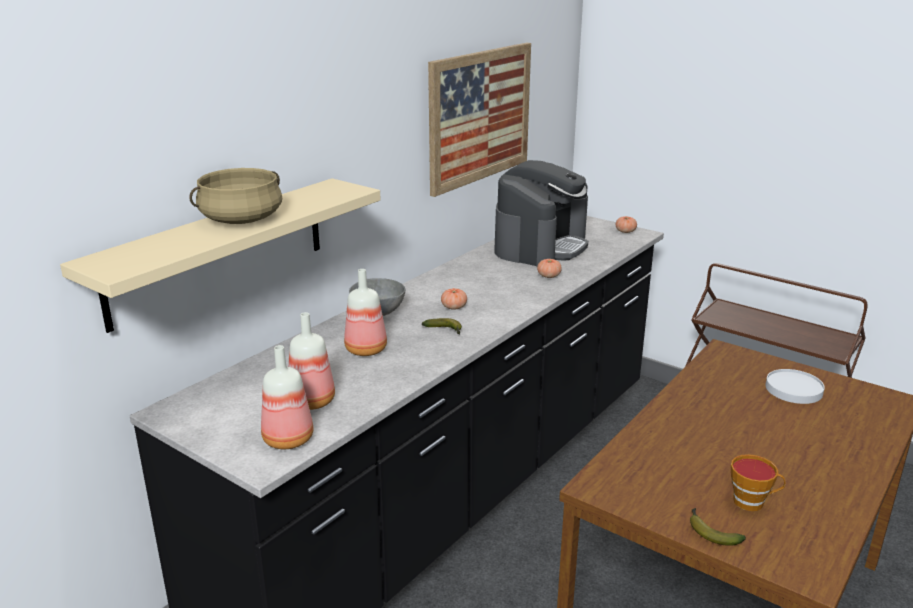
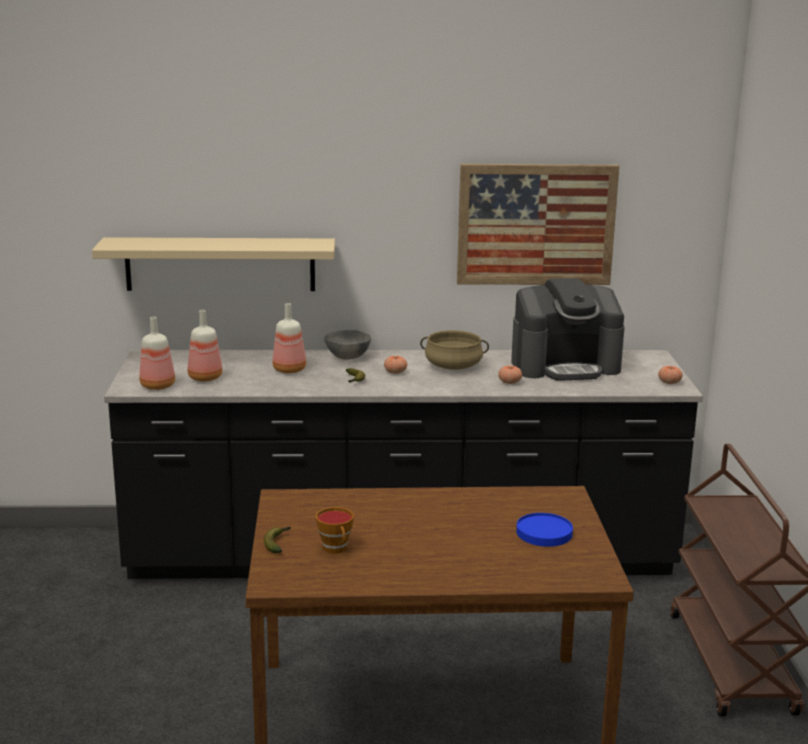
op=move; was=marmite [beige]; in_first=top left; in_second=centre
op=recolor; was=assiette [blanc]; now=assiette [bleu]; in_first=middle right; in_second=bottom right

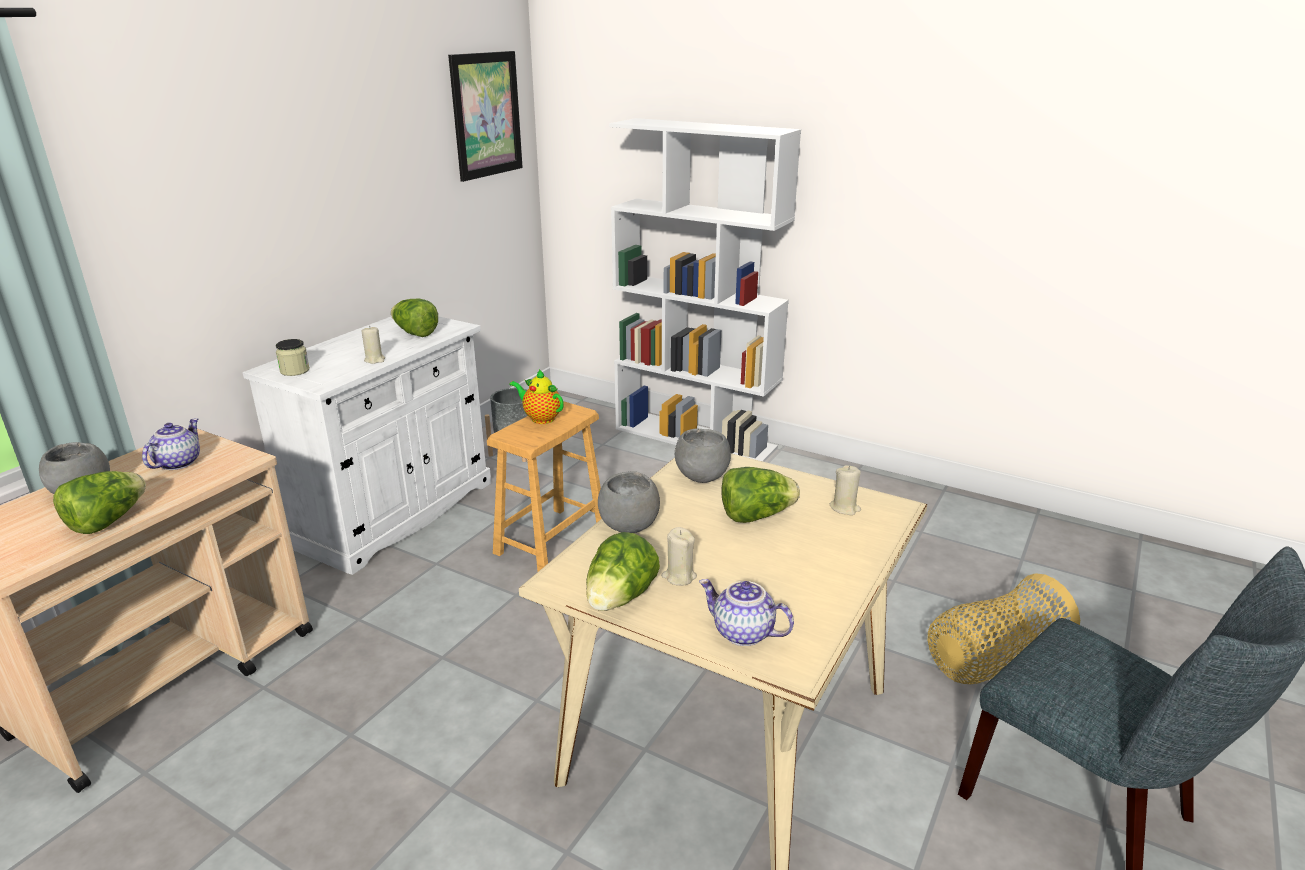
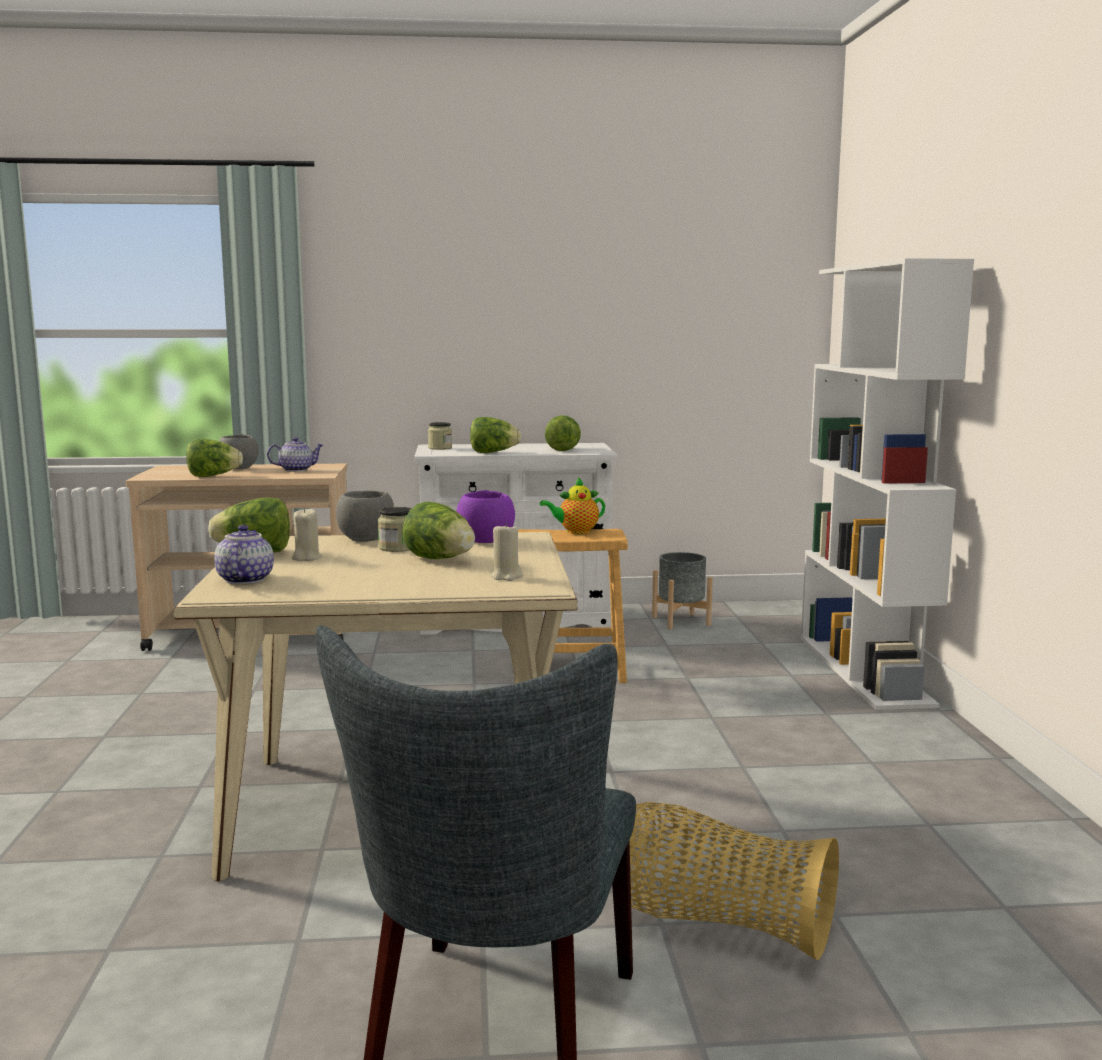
op=delete; was=tableau; in_first=top centre
op=insert; now=bocal (1st from left); in_second=centre
op=replace; was=bougie [beige] (1st from left); now=laitue (4th from left); in_first=middle left; in_second=centre
op=recolor; was=bol [gris] (3rd from left); now=bol [violet]; in_first=centre; in_second=centre
op=rotate; was=théière (2nd from left in the first image); in_first=centre; in_second=centre; clockwise=-105

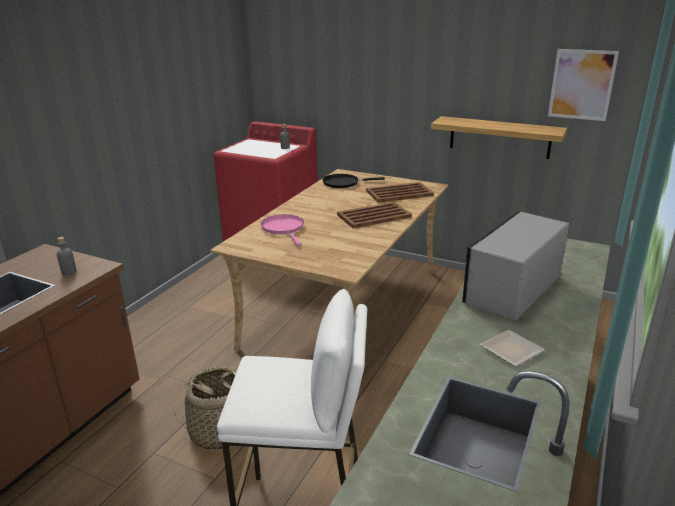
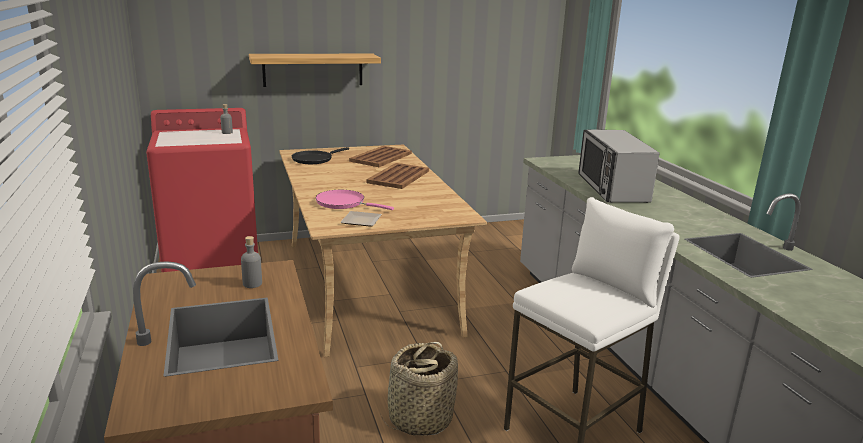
op=delete; was=tableau; in_first=top right
op=move; was=étagère; in_first=top right; in_second=top centre
op=move; was=assiette; in_first=bottom right; in_second=centre

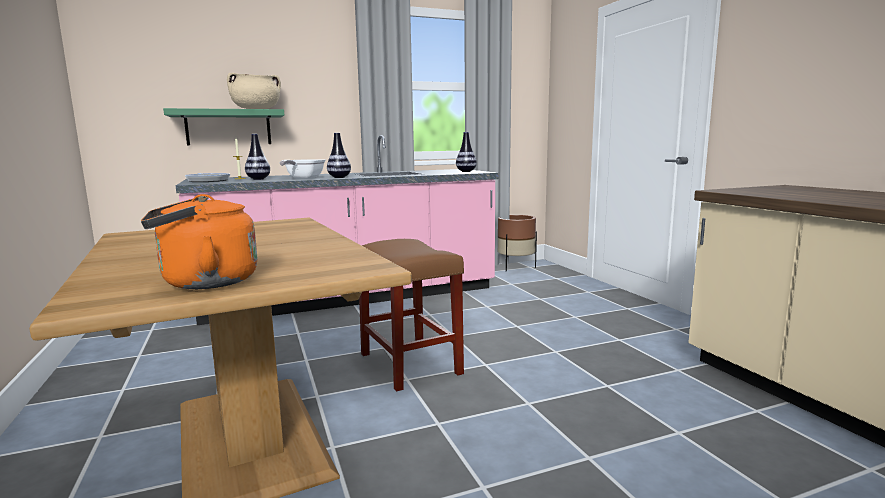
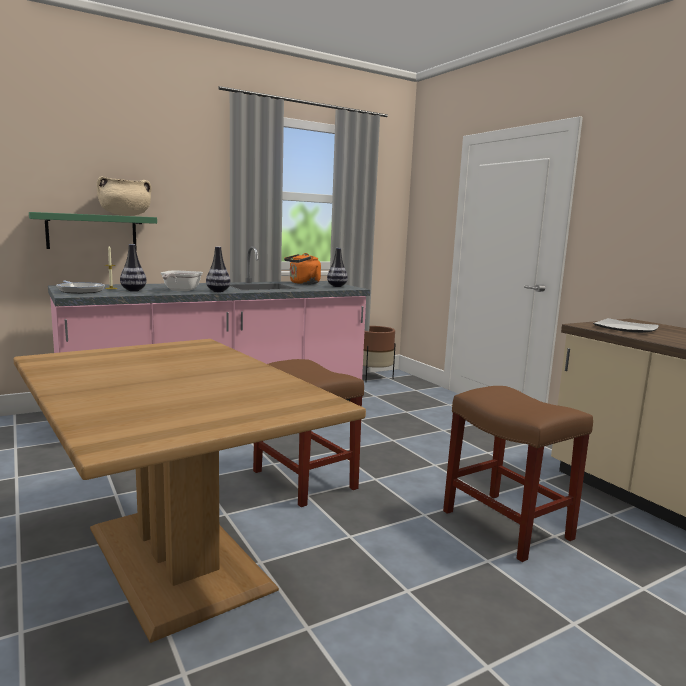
op=insert; now=tabouret [marron] (2nd from left); in_second=bottom right
op=insert; now=assiette; in_second=middle right
op=move; was=bouilloire [orange]; in_first=middle left; in_second=centre

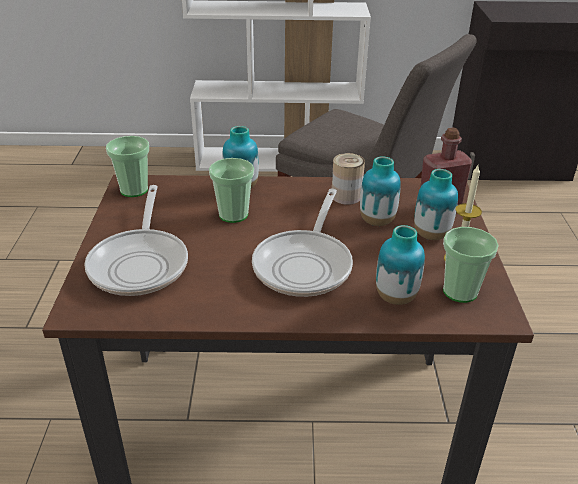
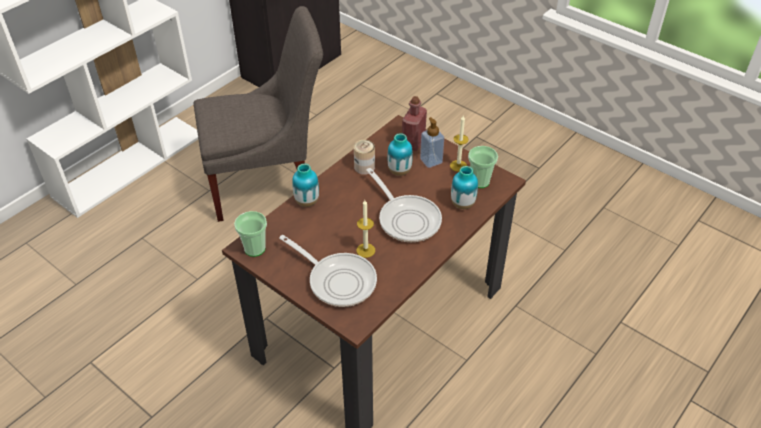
op=delete; was=tasse (2nd from left); in_first=centre
op=insert; now=bougie (1st from left); in_second=centre
op=replace; was=vase (4th from left); now=distributeur de savon; in_first=middle right; in_second=top centre

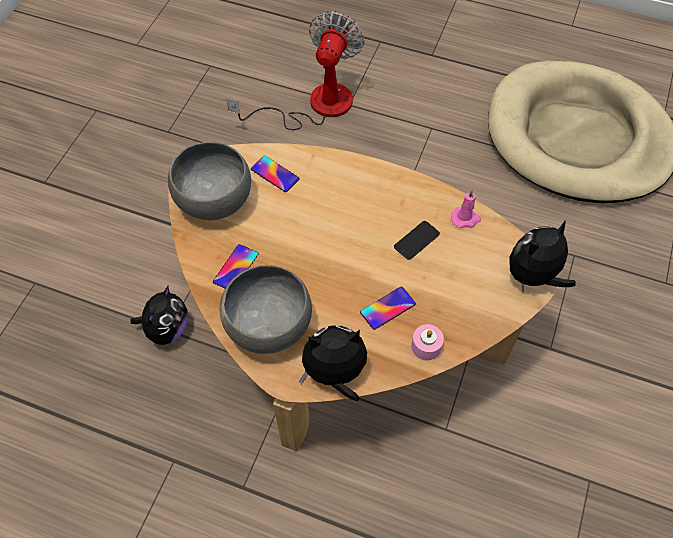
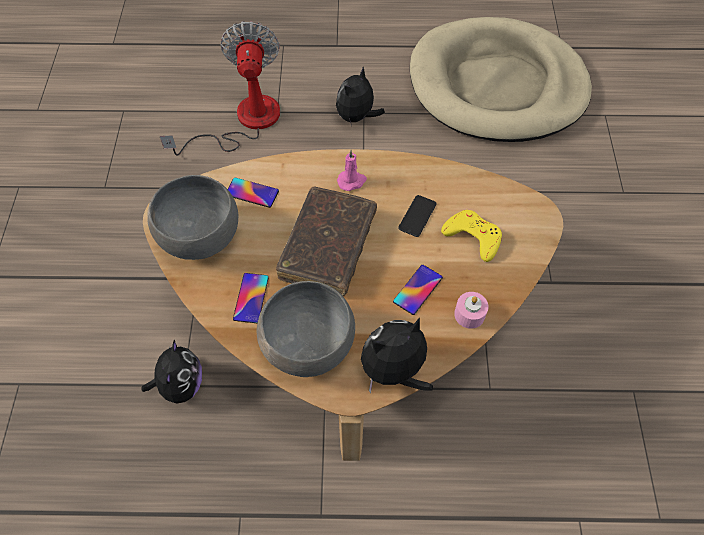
op=insert; now=livre [marron]; in_second=centre
op=insert; now=manette [jaune]; in_second=middle right
op=move; was=bougie [rose] (2nd from left in the first image); now=bougie [rose] (1st from left); in_first=middle right; in_second=top centre
op=move; was=peluche (3rd from left in the first image); now=peluche (2nd from left); in_first=middle right; in_second=top centre

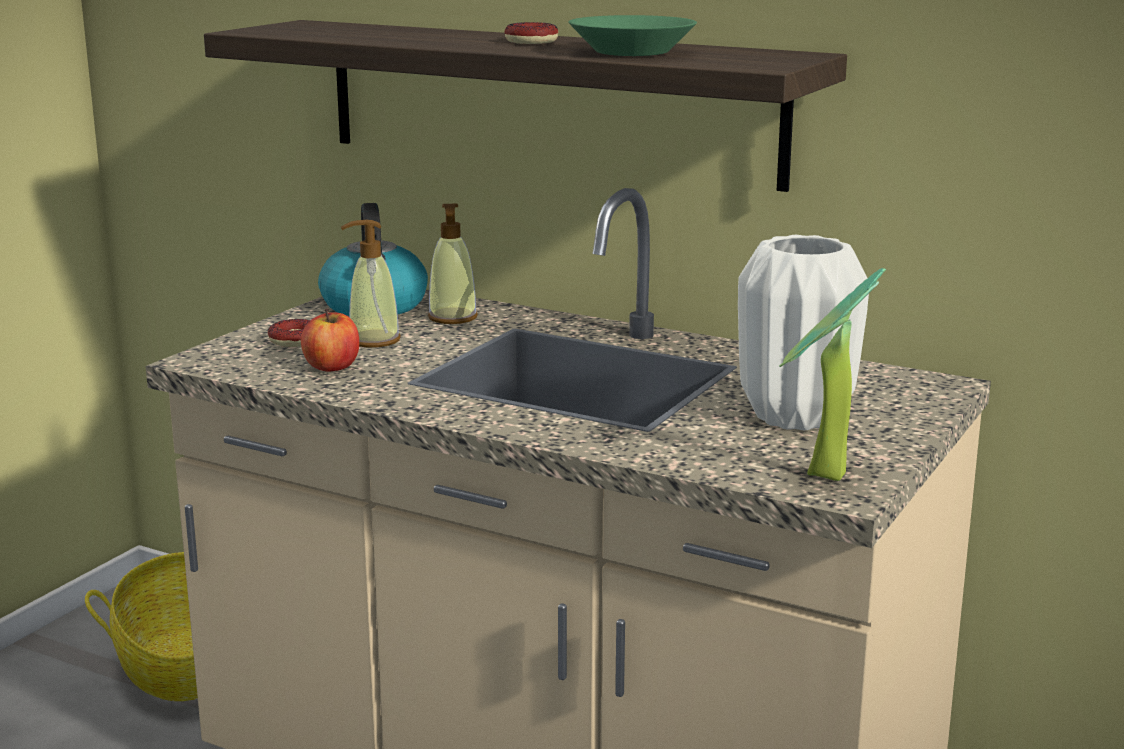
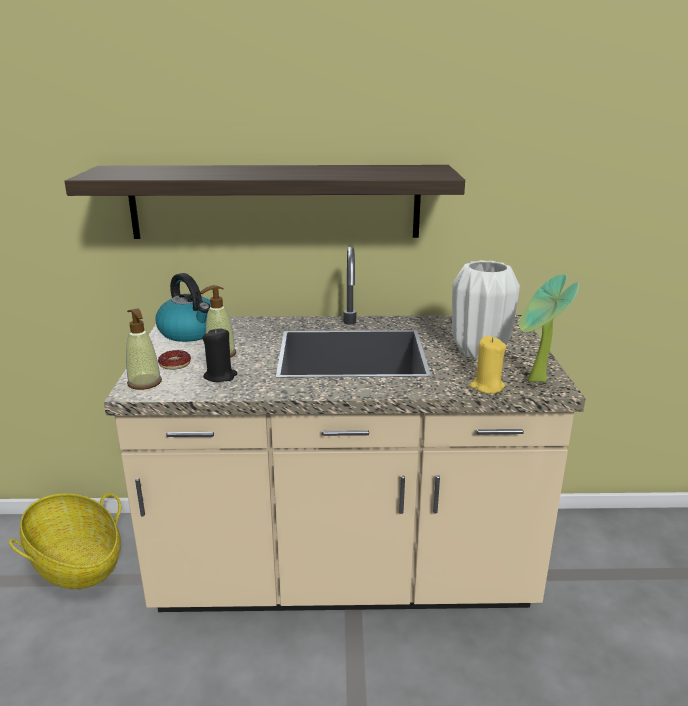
op=delete; was=beignet (2nd from left); in_first=top centre
op=delete; was=bol [vert]; in_first=top centre
op=insert; now=bougie [jaune]; in_second=middle right
op=move; was=distributeur de savon (2nd from left in the first image); now=distributeur de savon (1st from left); in_first=centre; in_second=middle left
op=replace; was=pomme; now=bougie [noir]; in_first=middle left; in_second=middle left

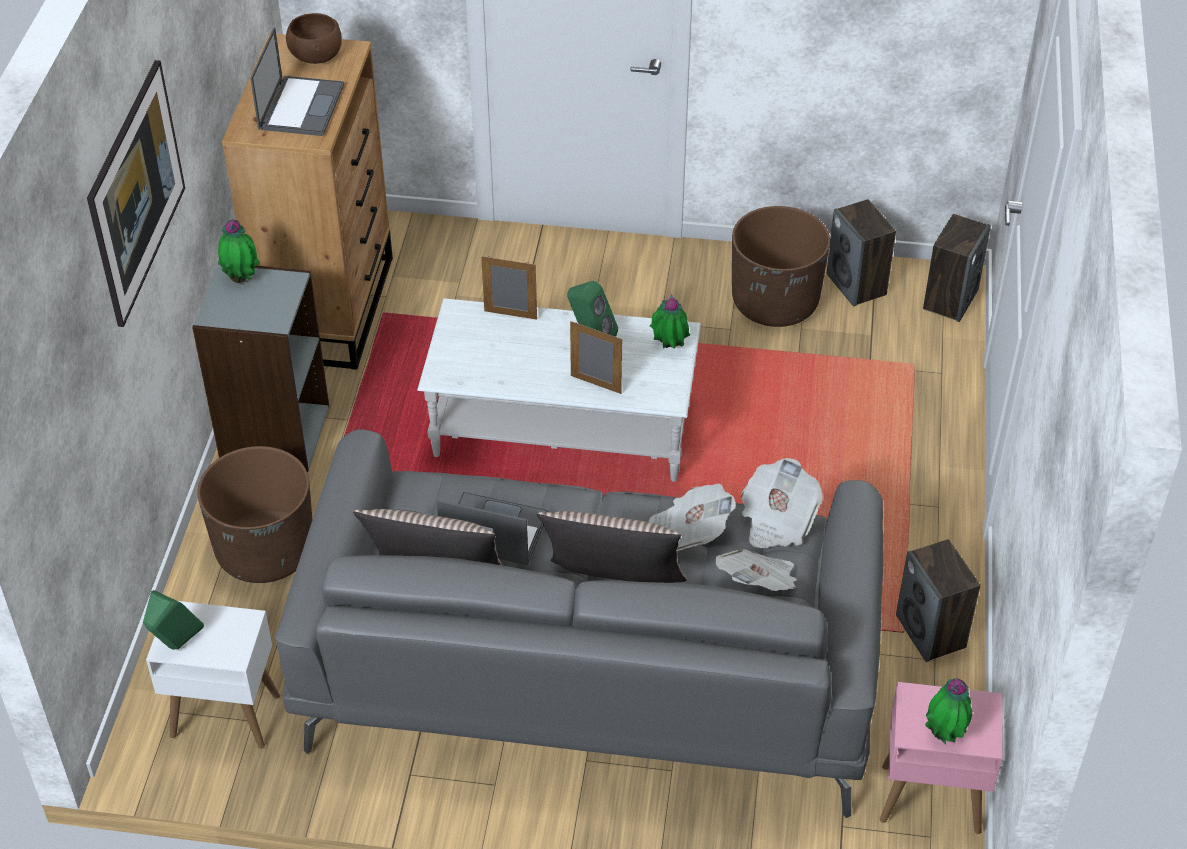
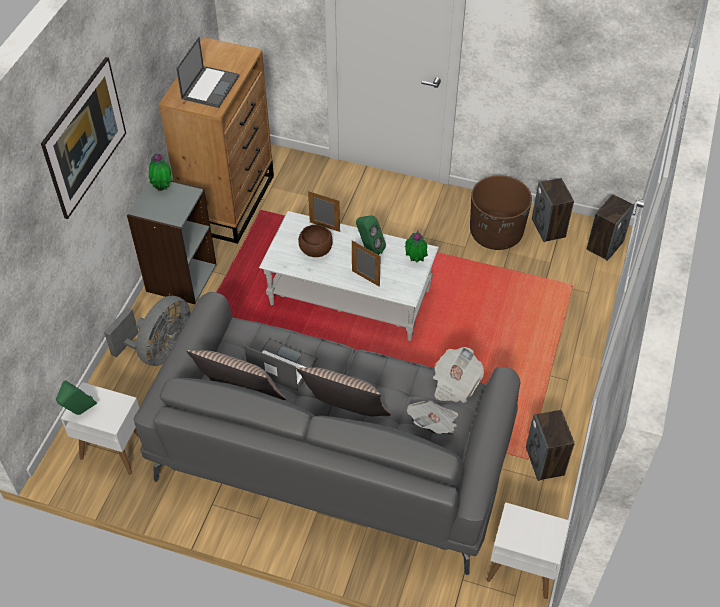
op=delete; was=journal (1st from left); in_first=centre
op=delete; was=plante en pot (3rd from left); in_first=bottom right
op=move; was=bol [marron]; in_first=top left; in_second=centre
op=replace; was=cache-pot [marron] (1st from left); now=ventilateur [gris]; in_first=middle left; in_second=middle left
op=recolor; was=table d'appoint [rose]; now=table d'appoint [blanc] (2nd from left); in_first=bottom right; in_second=bottom right

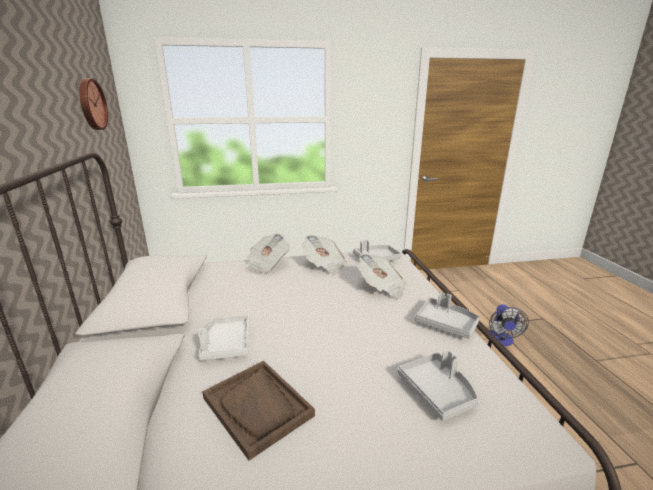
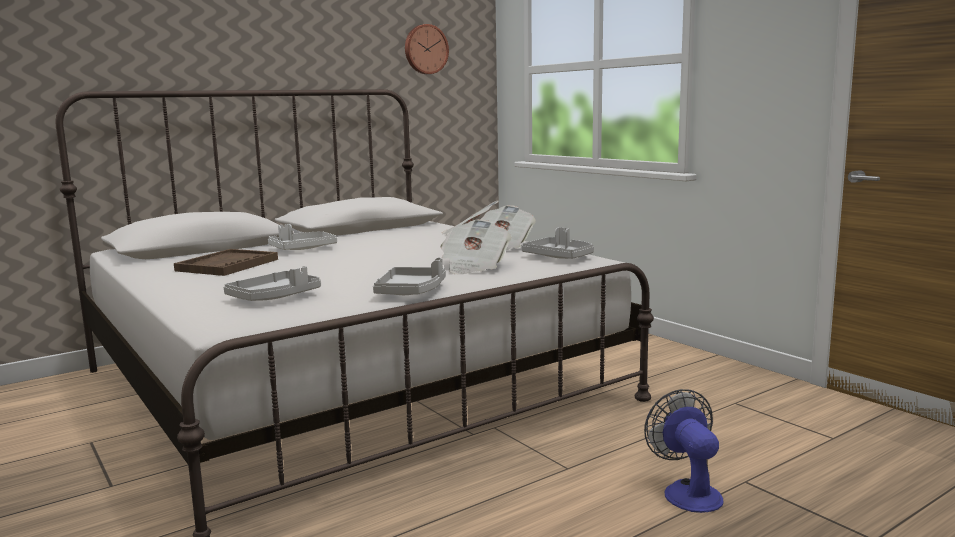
op=rotate; was=ventilateur; in_first=middle right; in_second=bottom right; clockwise=90

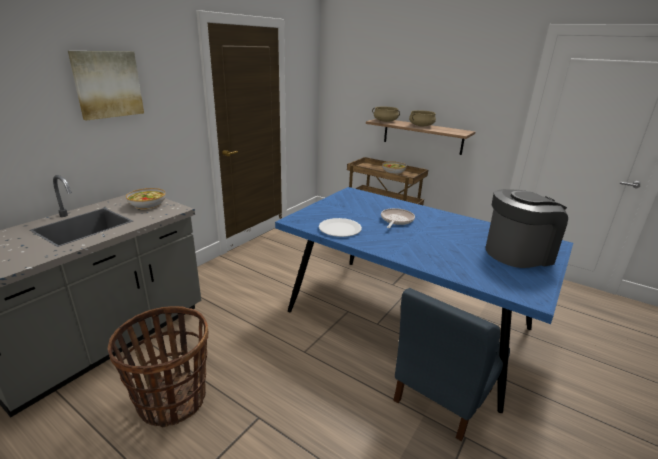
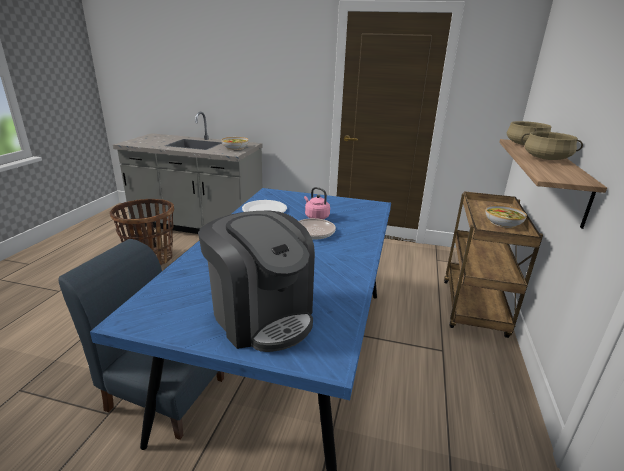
op=delete; was=tableau; in_first=top left
op=insert; now=bouilloire [rose]; in_second=centre

